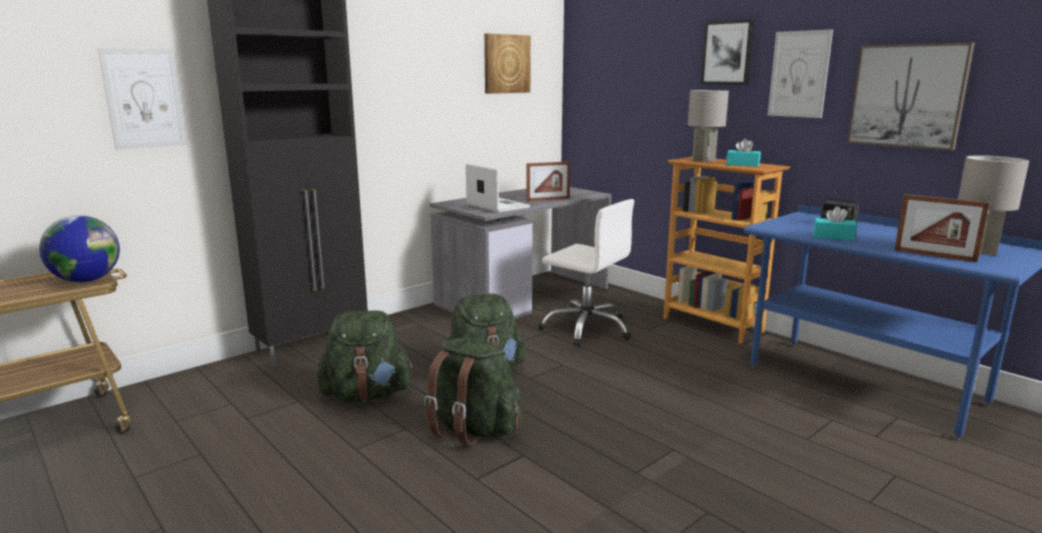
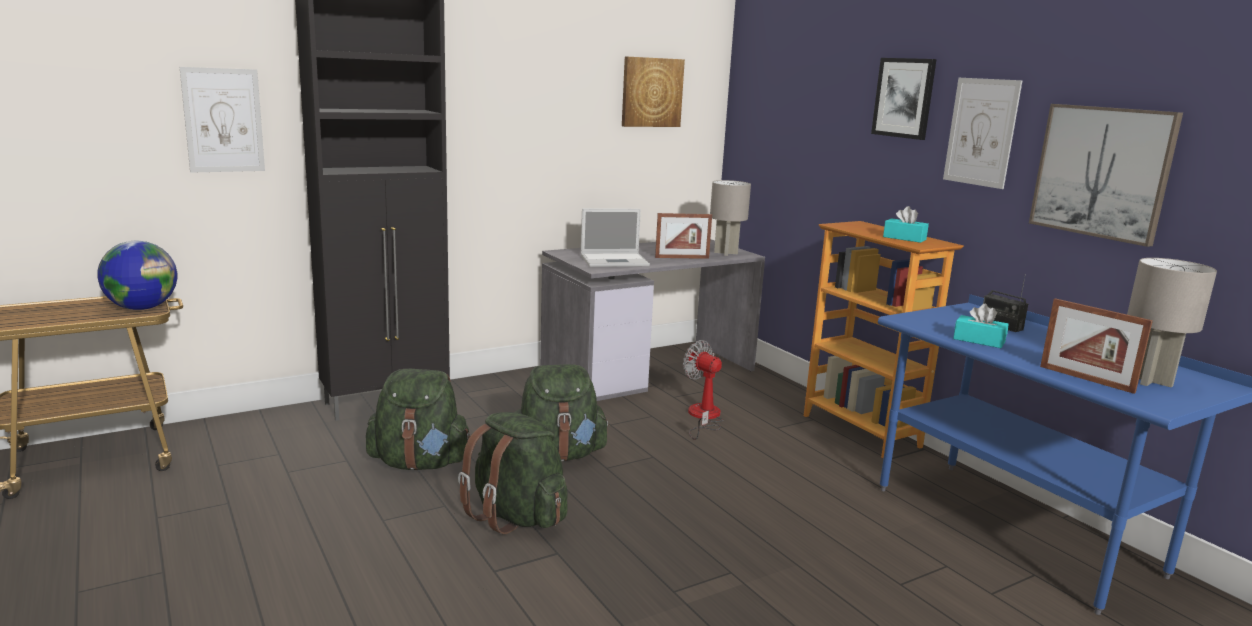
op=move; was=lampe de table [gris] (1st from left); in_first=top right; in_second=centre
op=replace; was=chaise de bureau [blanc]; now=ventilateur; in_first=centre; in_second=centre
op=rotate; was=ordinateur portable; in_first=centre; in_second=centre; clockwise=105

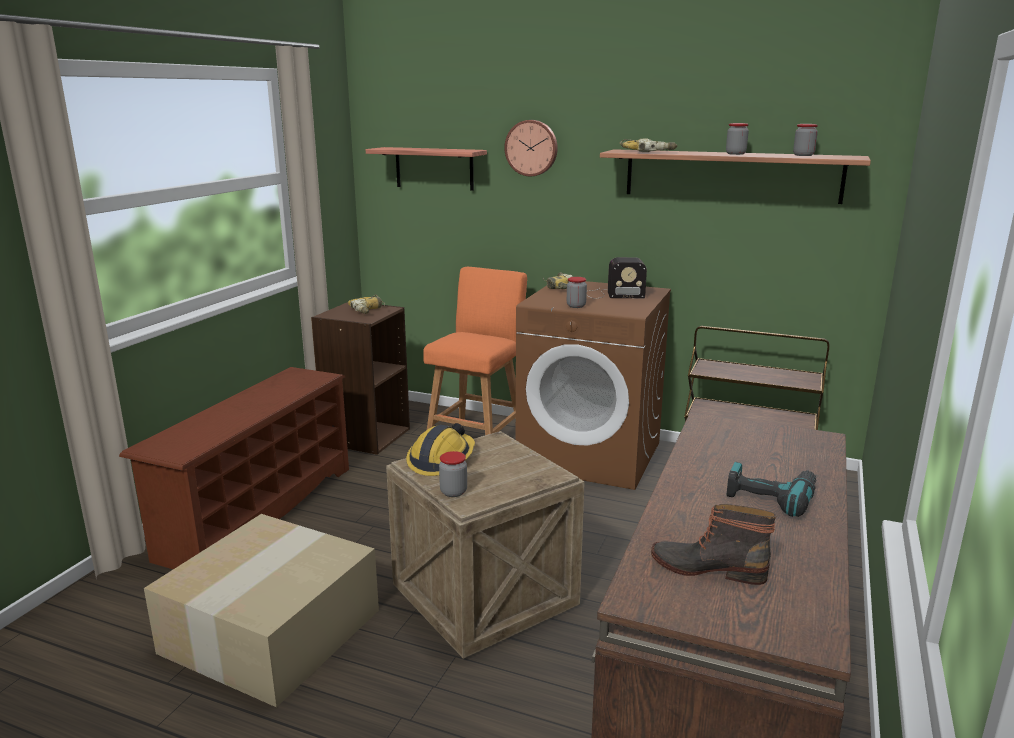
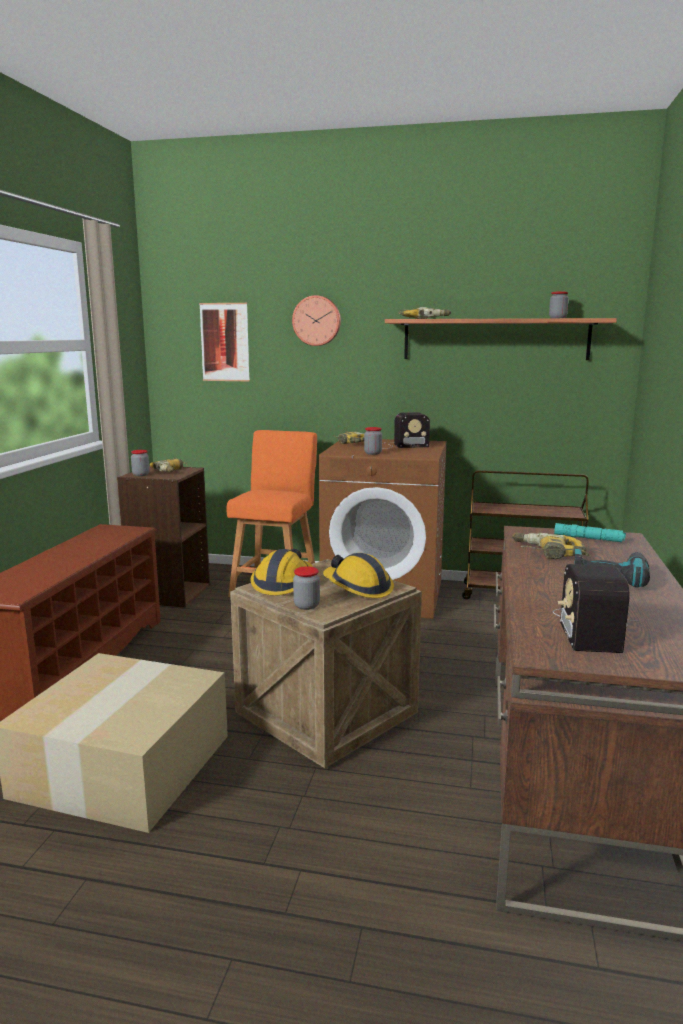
op=insert; now=casque de chantier (2nd from left); in_second=centre
op=insert; now=perceuse (4th from left); in_second=middle right
op=insert; now=lampe de poche [turquoise]; in_second=middle right
op=move; was=bocal (3rd from left in the first image); now=bocal (1st from left); in_first=top right; in_second=middle left
op=replace; was=étagère (1st from left); now=tableau; in_first=top centre; in_second=middle left
op=replace; was=botte; now=radio (2nd from left); in_first=bottom right; in_second=middle right

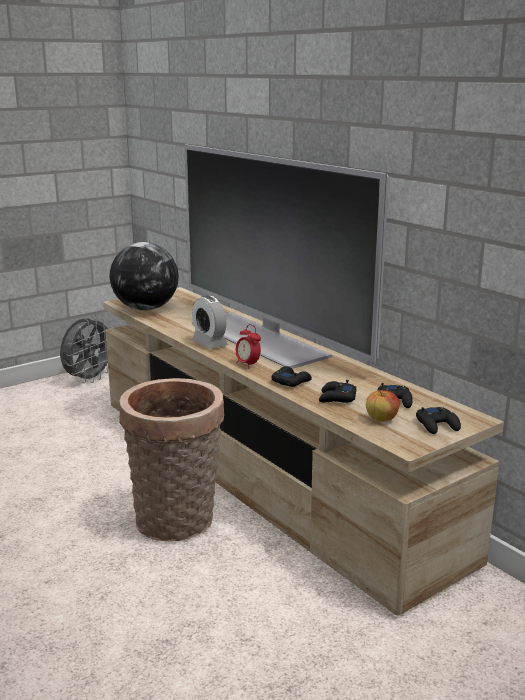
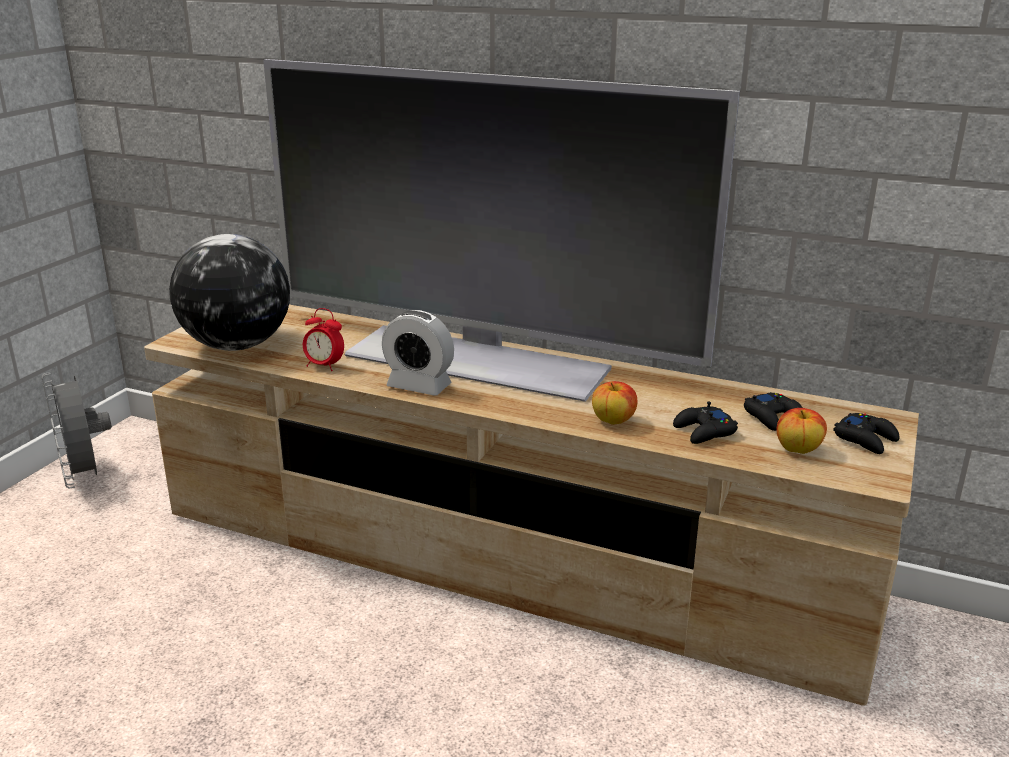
op=delete; was=panier; in_first=middle left
op=move; was=réveil (2nd from left in the first image); now=réveil (1st from left); in_first=centre; in_second=middle left
op=replace; was=manette [noir] (1st from left); now=pomme (1st from left); in_first=centre; in_second=centre
op=rotate; was=ventilateur [gris]; in_first=middle left; in_second=middle left; clockwise=150

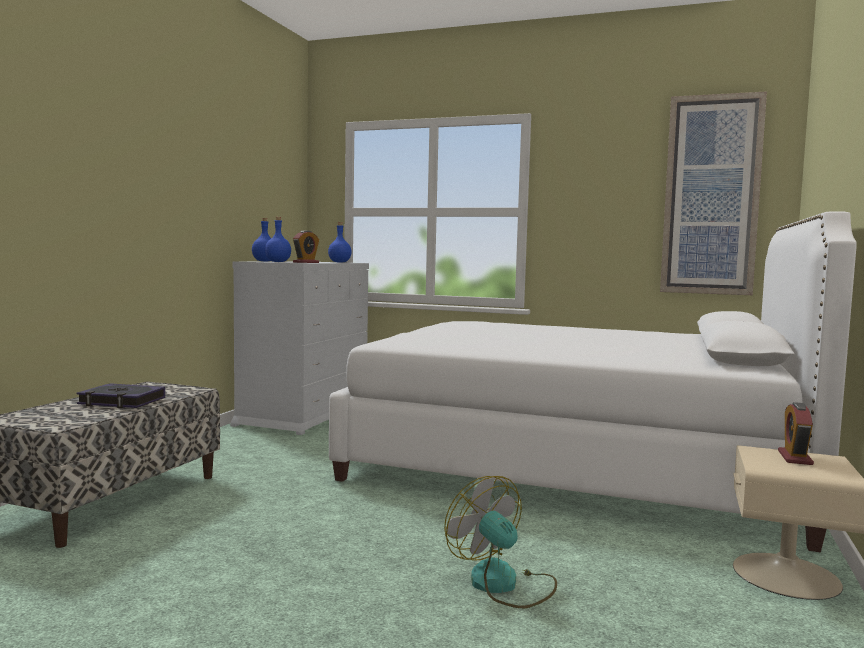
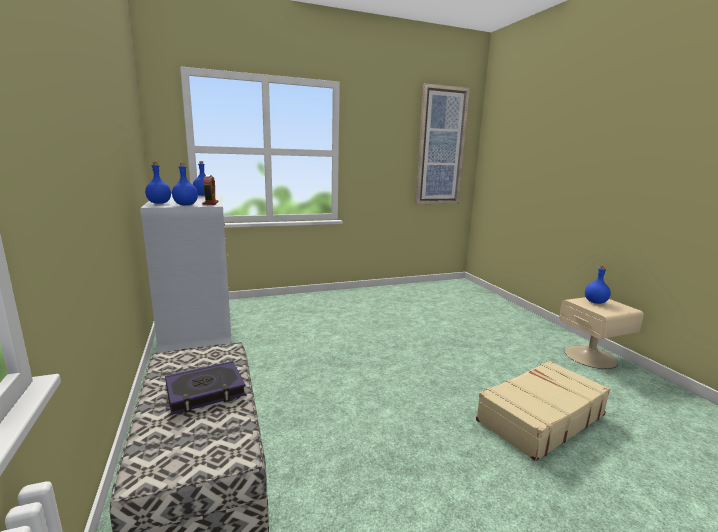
op=delete; was=lit [blanc]; in_first=middle right
op=replace; was=ventilateur; now=valise [beige]; in_first=bottom centre; in_second=bottom right
op=replace; was=réveil (2nd from left); now=bouteille [bleu] (4th from left); in_first=bottom right; in_second=middle right

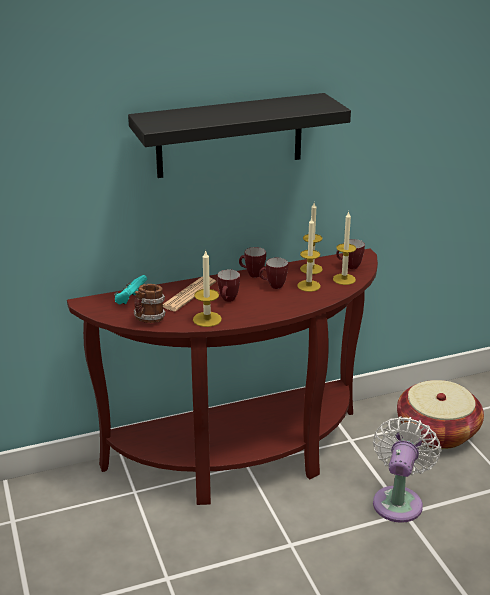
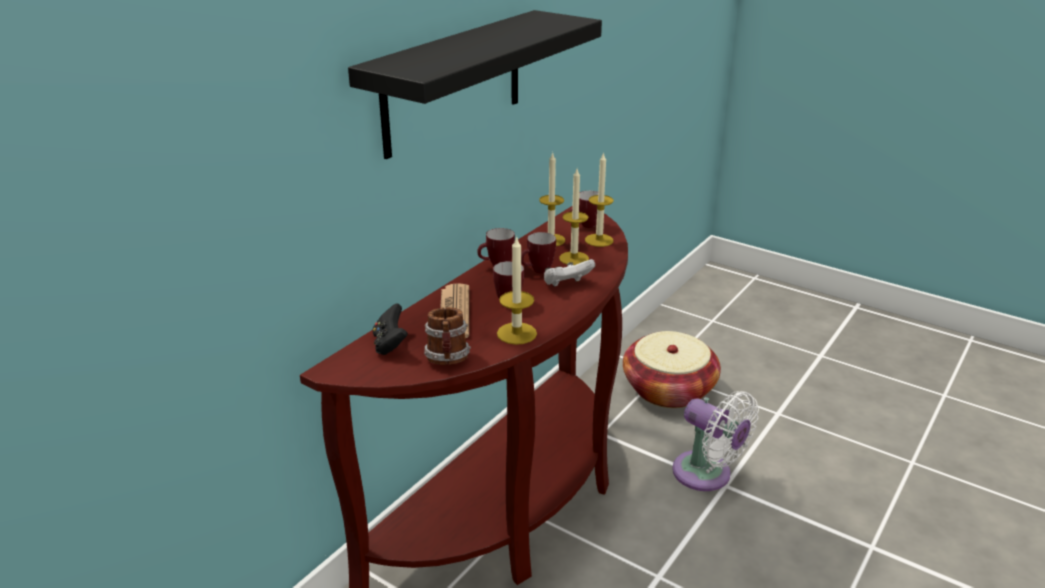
op=insert; now=manette [blanc]; in_second=centre
op=recolor; was=manette [turquoise]; now=manette [noir]; in_first=middle left; in_second=centre
op=rotate; was=ventilateur [blanc]; in_first=bottom right; in_second=bottom right; clockwise=150

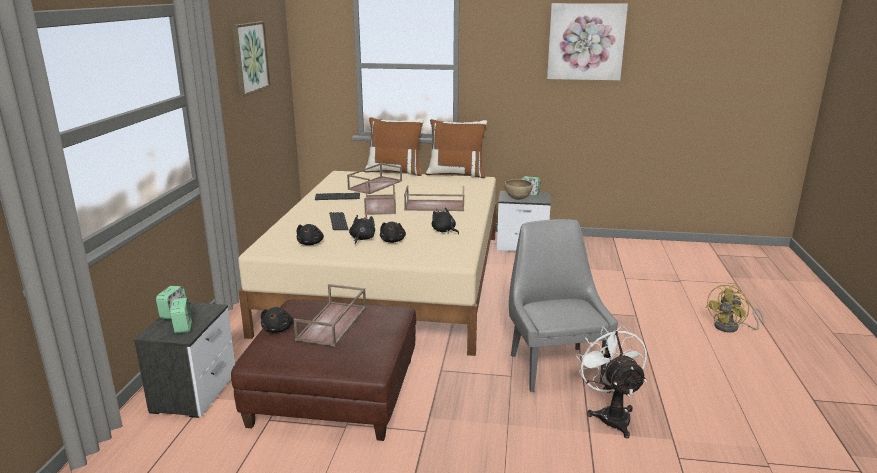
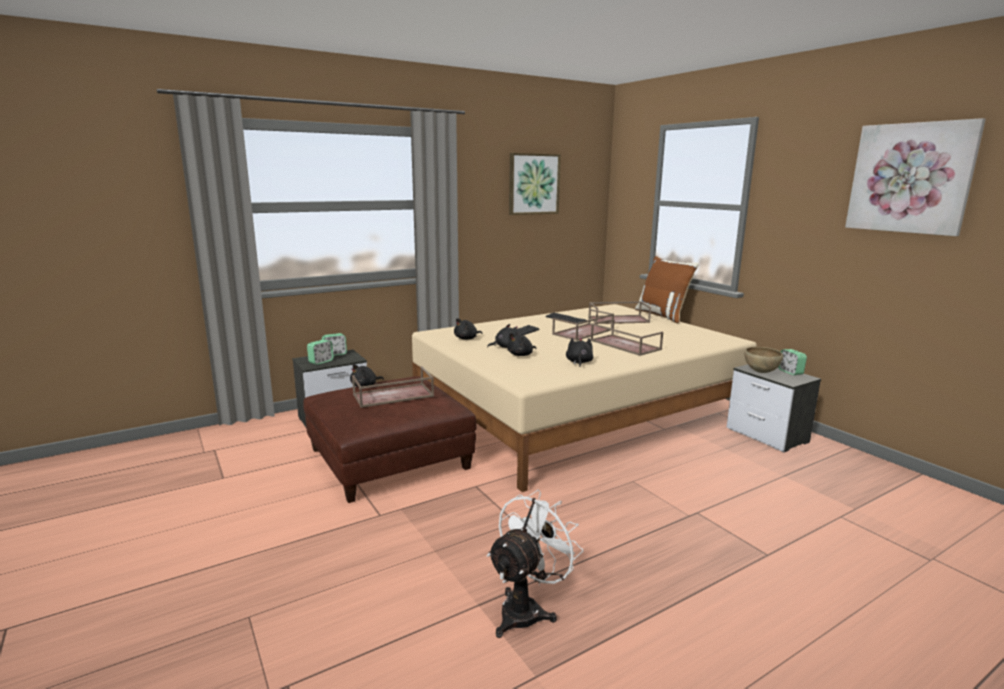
op=delete; was=coussin [marron] (2nd from left); in_first=top centre
op=delete; was=chaise [gris]; in_first=centre
op=delete; was=ventilateur [jaune]; in_first=middle right

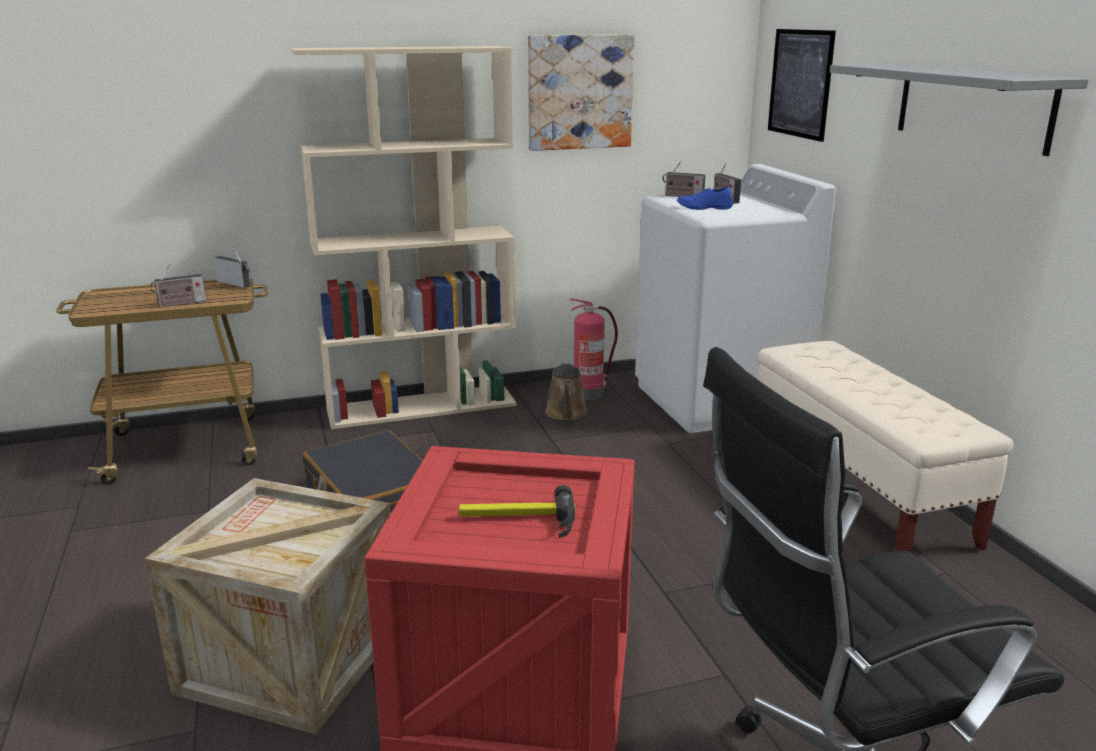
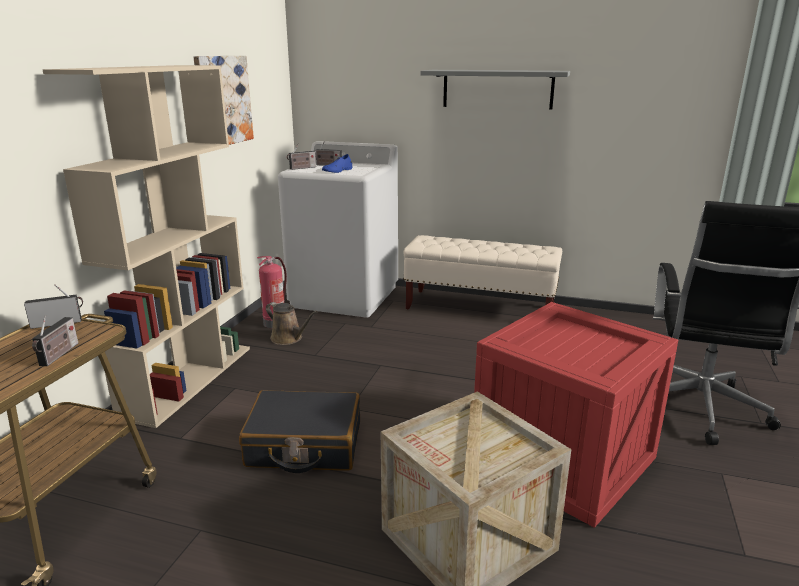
op=delete; was=marteau; in_first=bottom centre
op=delete; was=tableau (2nd from left); in_first=top right

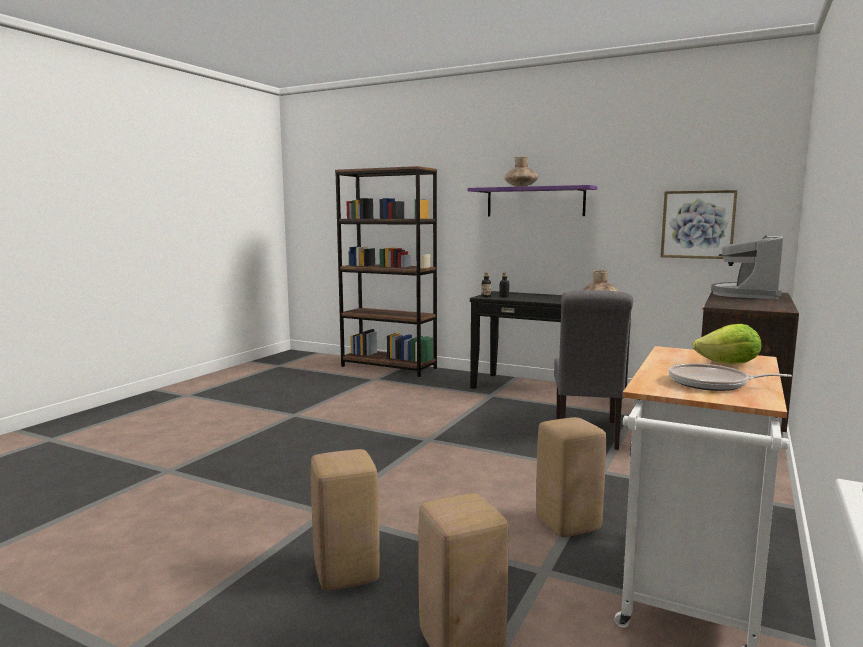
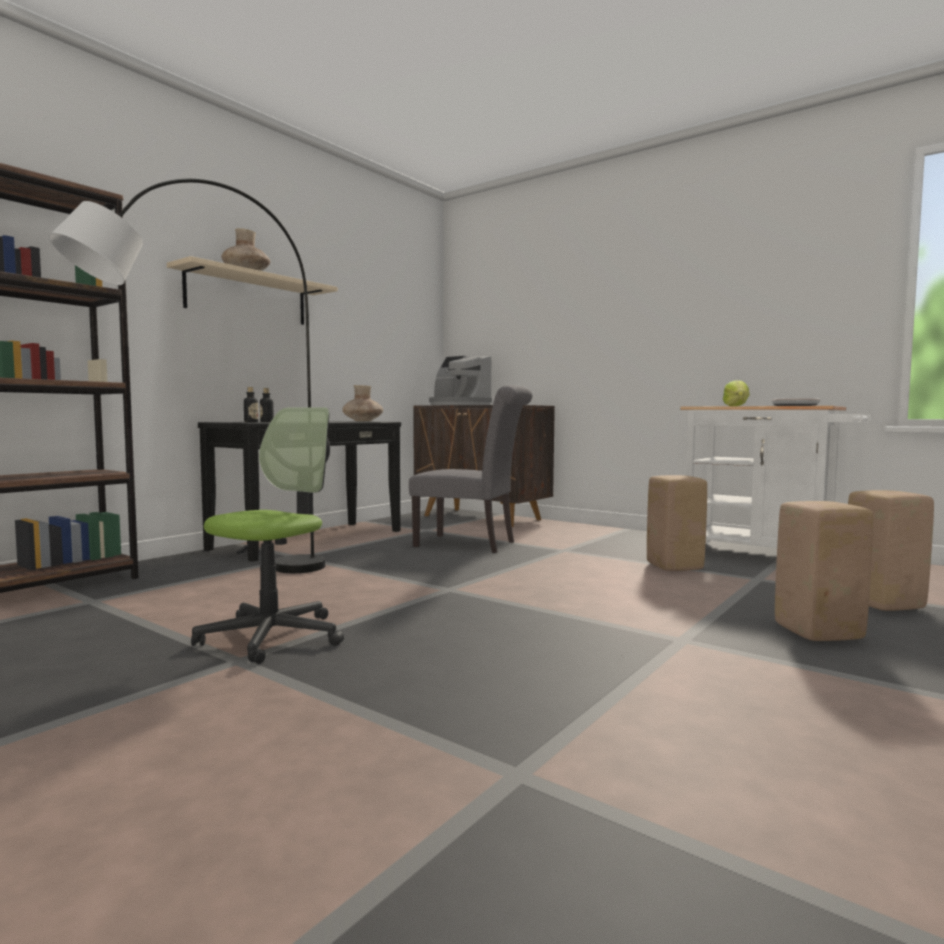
op=delete; was=tableau; in_first=middle right
op=insert; now=lampadaire [gris]; in_second=middle left
op=insert; now=chaise de bureau; in_second=middle left
op=recolor; was=étagère [violet]; now=étagère [beige]; in_first=top centre; in_second=top left

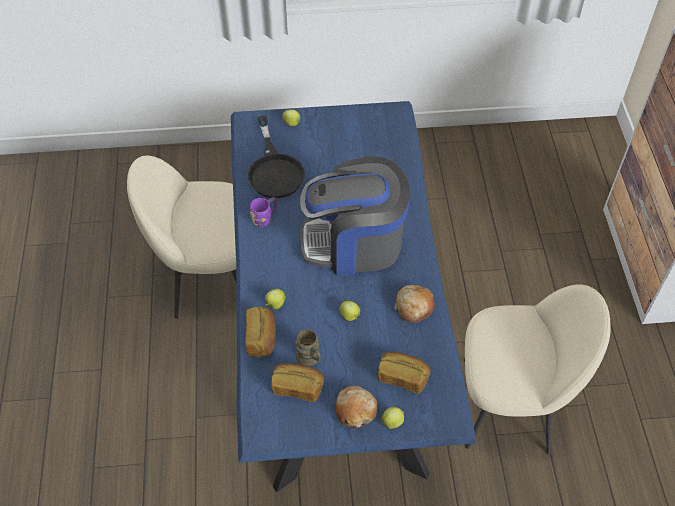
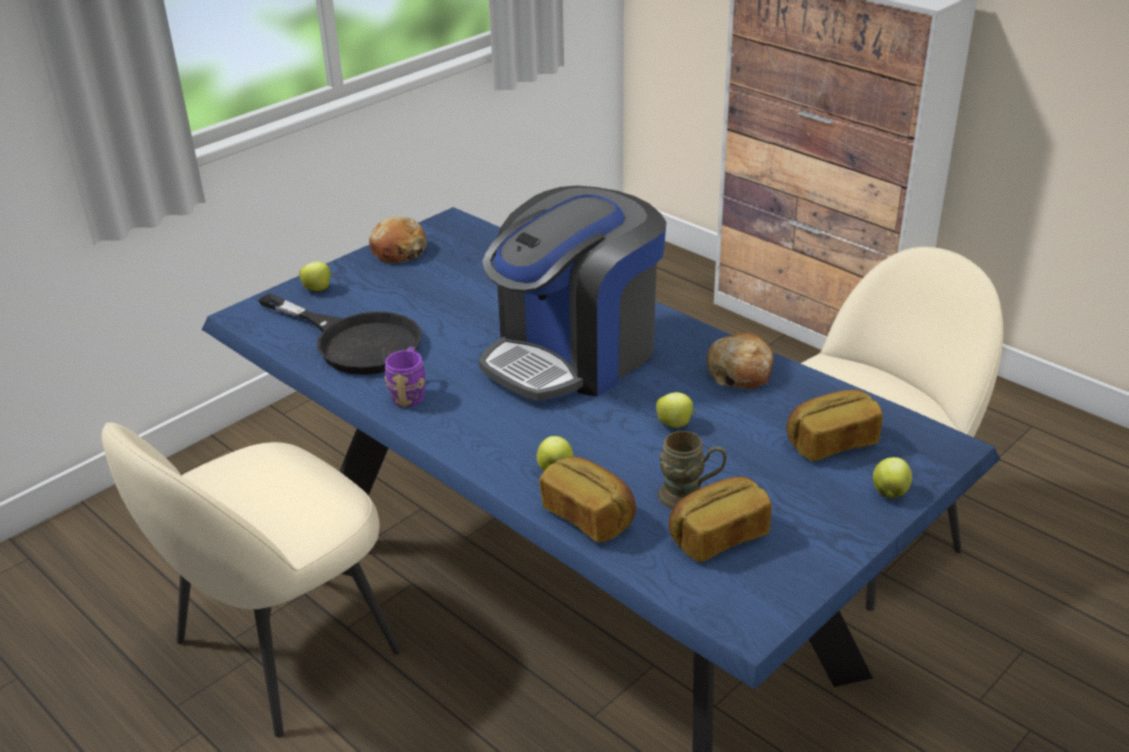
op=move; was=pain (3rd from left in the first image); now=pain (1st from left); in_first=bottom centre; in_second=top centre

